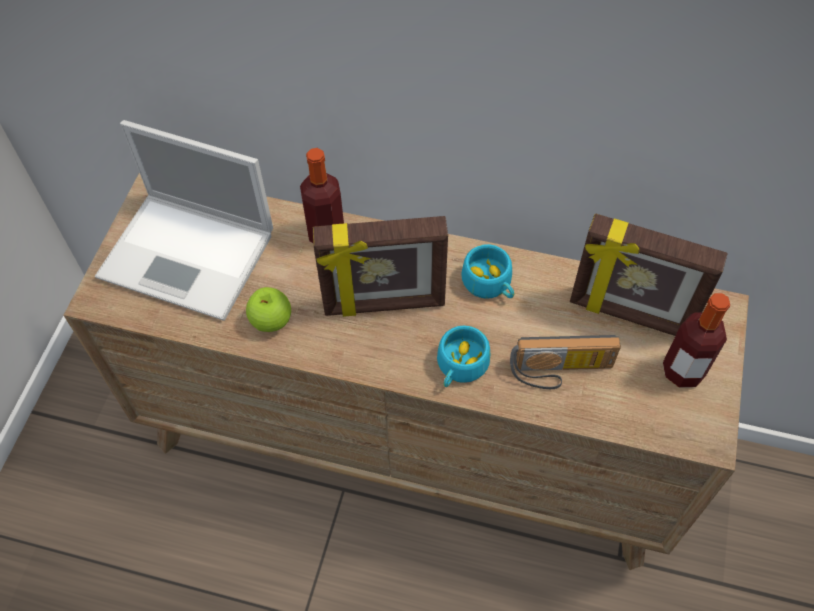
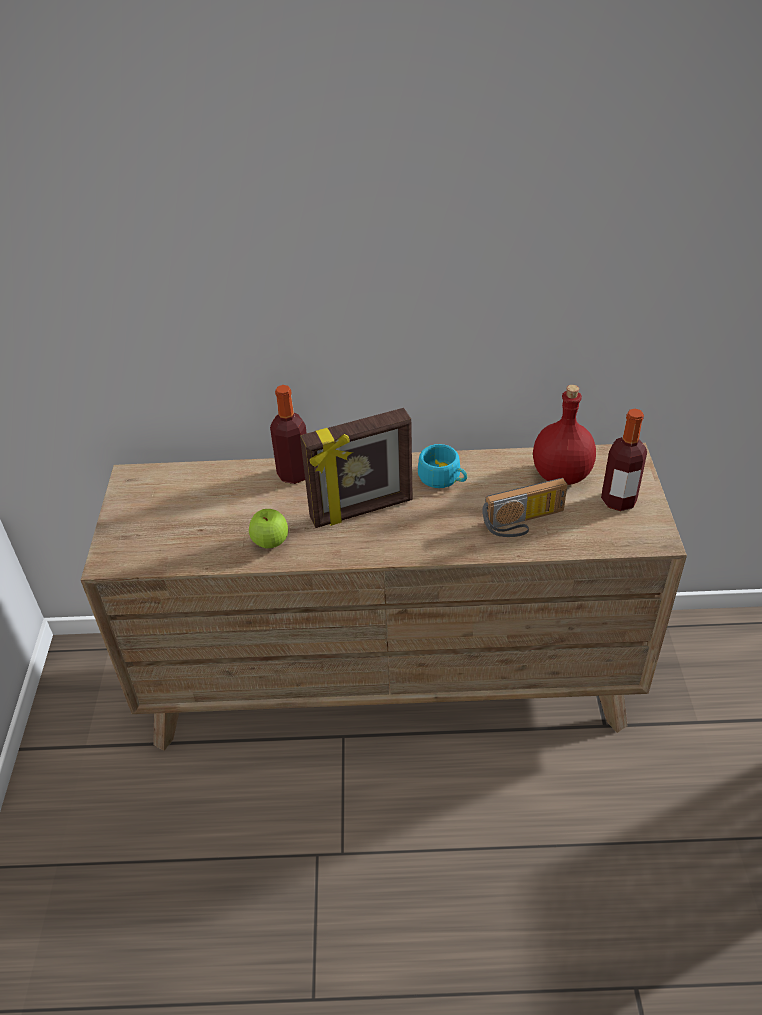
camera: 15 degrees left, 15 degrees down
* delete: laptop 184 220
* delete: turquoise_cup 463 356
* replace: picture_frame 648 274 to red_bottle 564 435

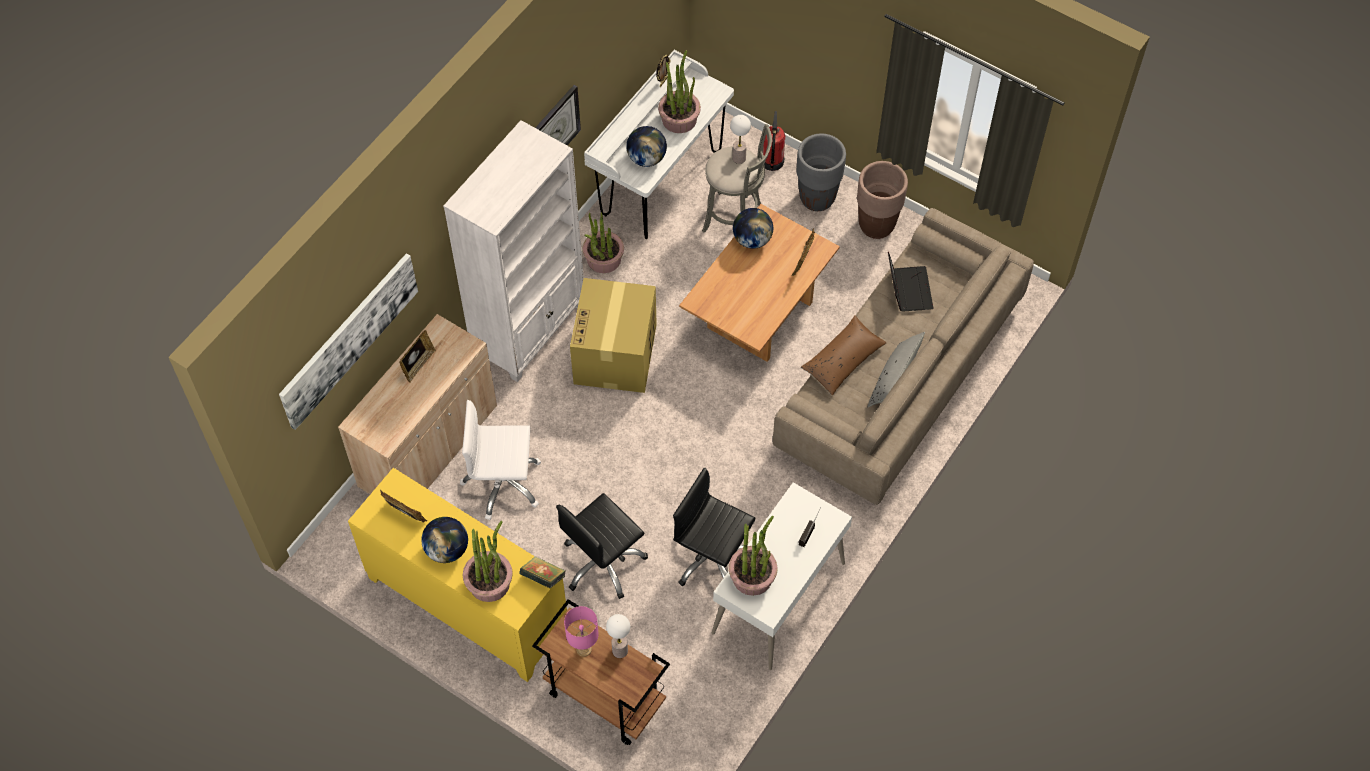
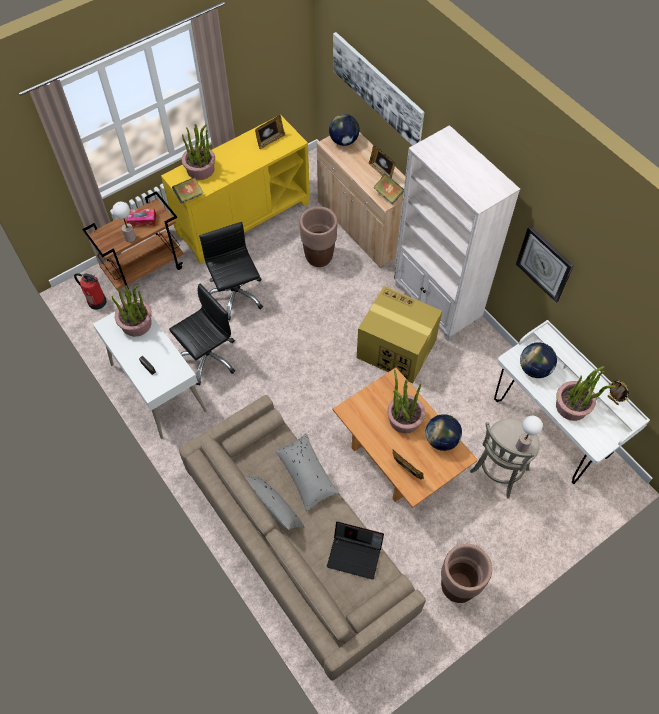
camera: 110 degrees right, 0 degrees up
* move: globe 444 540 to 344 130
* replace: white_office_chair 500 460 to brown_planter 318 236
* replace: pink_table_lamp 581 631 to tissue_box 141 218
* move: potted_plant 603 242 to 406 401
* move: fire_extinguisher 774 141 to 90 291
* delete: grey_planter 821 172
* recolor: brown_pillow 843 355 to grey_pillow 307 472
* insert: book 388 189

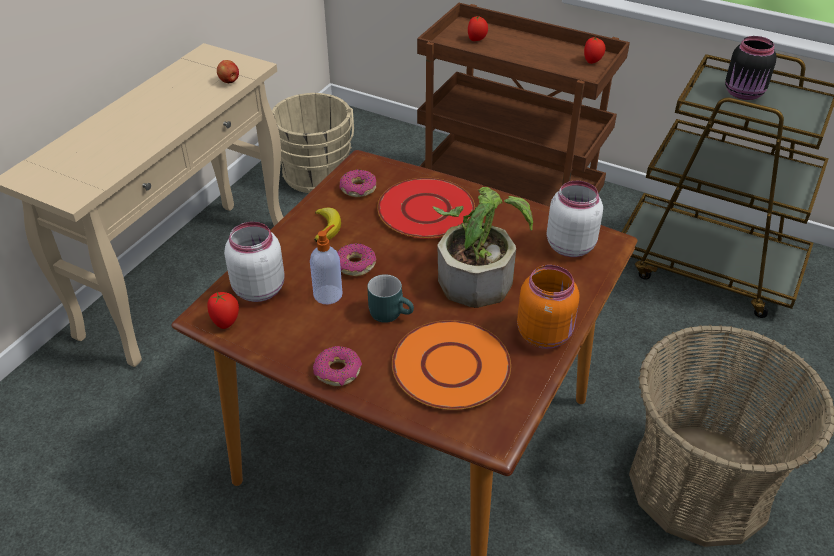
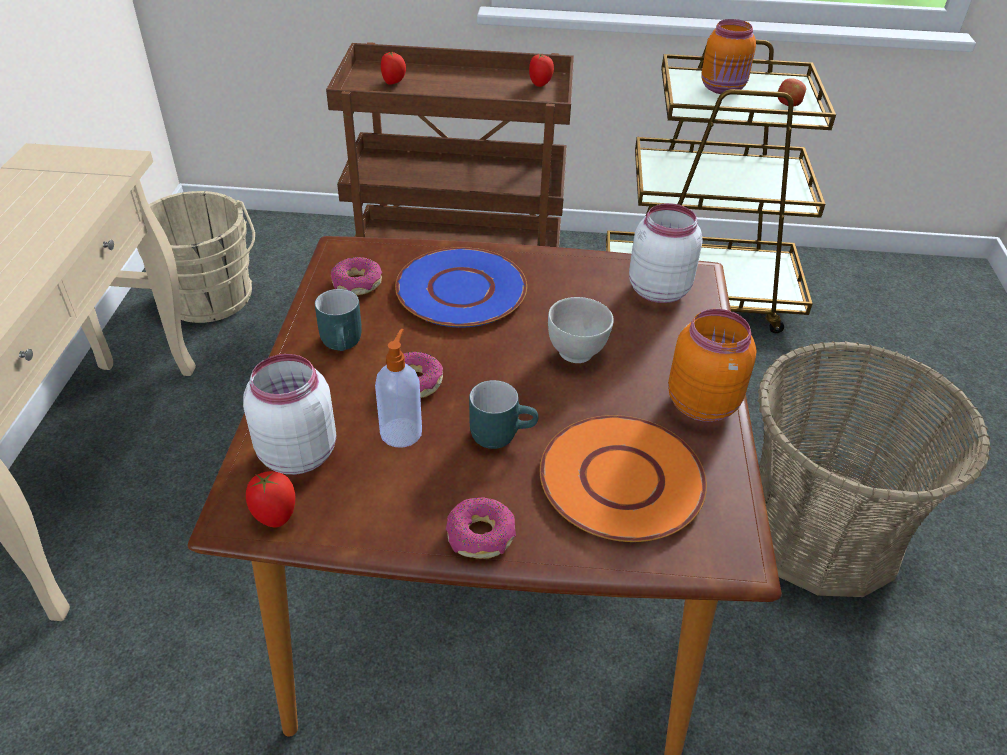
camera: 25 degrees left, 0 degrees up
* move: apple 228 71 to 792 92
* replace: banana 327 224 to turquoise_mug 338 320
* recolor: red_plate 426 208 to blue_plate 461 287
* replace: potted_plant 483 247 to white_bowl 581 330
* recolor: black_jar 751 68 to orange_jar 728 56

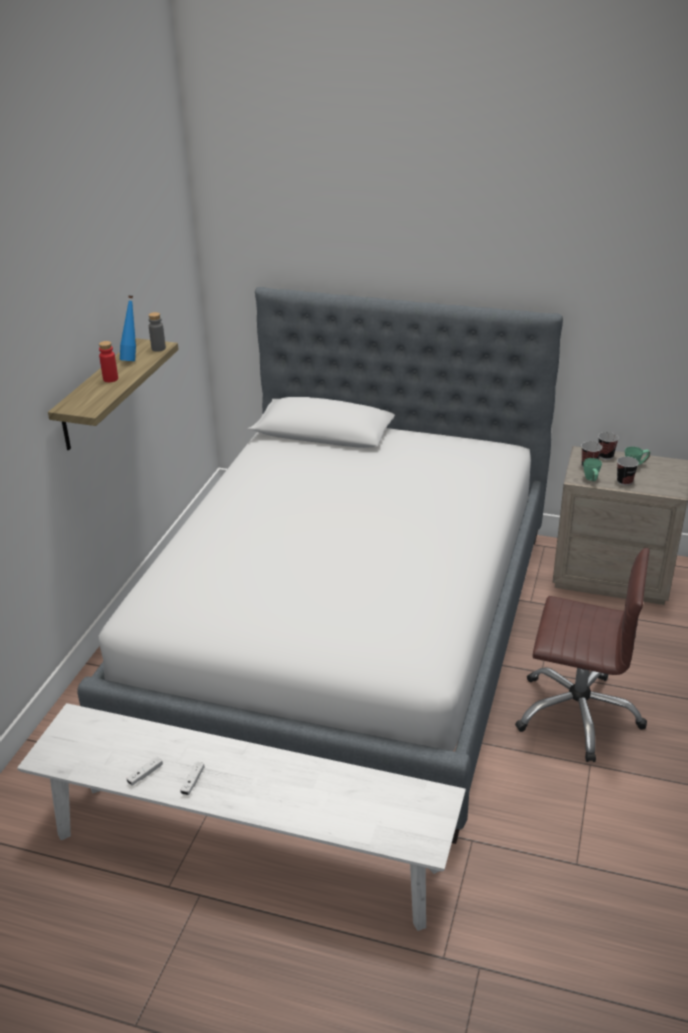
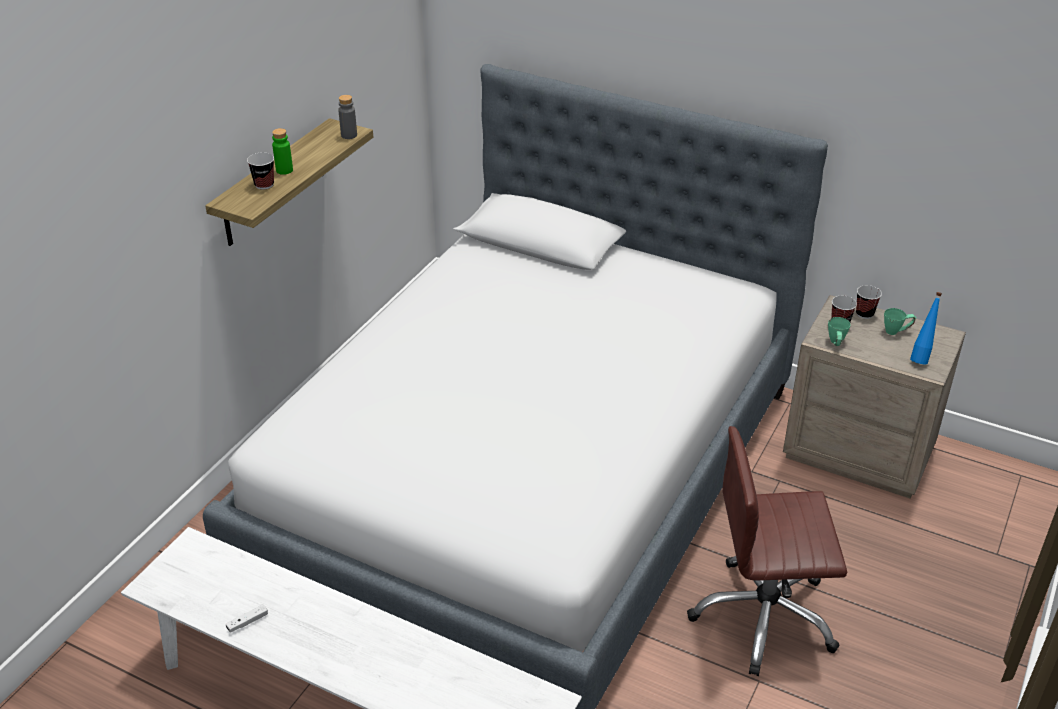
camera: 10 degrees right, 5 degrees up
* recolor: red_bottle 108 361 to green_bottle 282 151
* move: blue_bottle 128 328 to 926 328
* delete: white_game_controller 192 778
* rotate: brown_office_chair 582 655 = 767 551 150 degrees clockwise
* move: cup 628 471 to 260 171

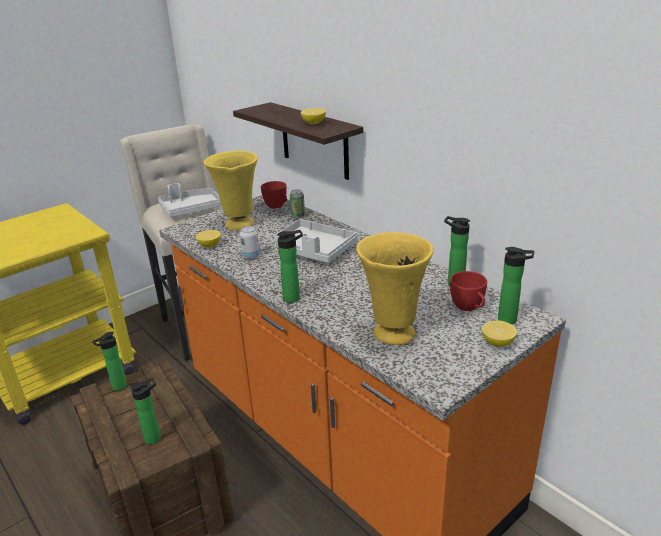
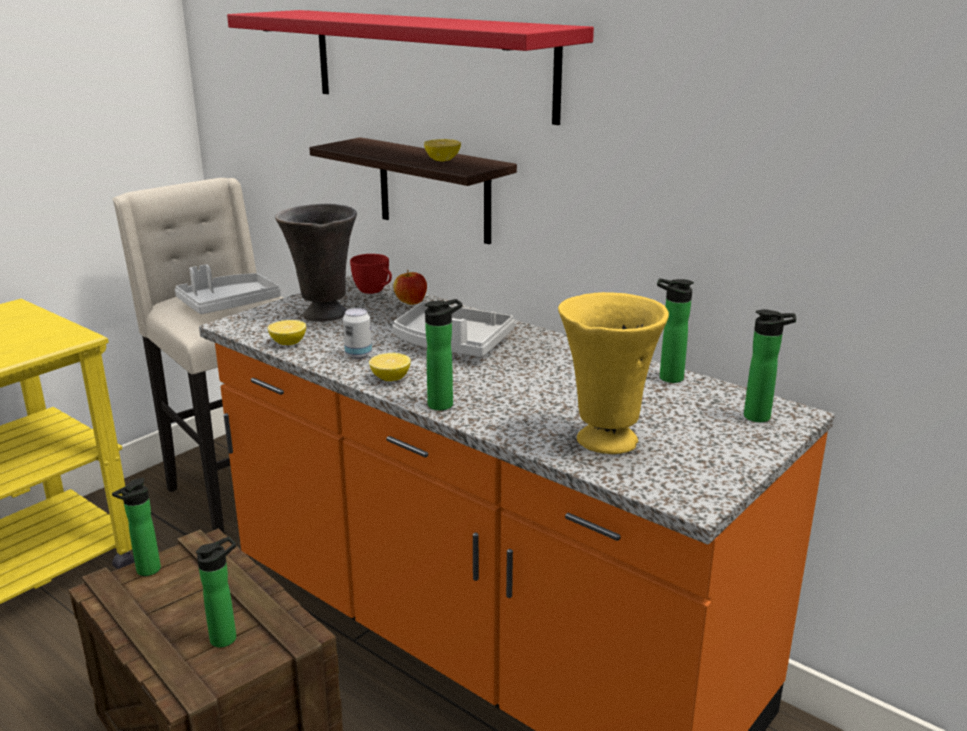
camera: 10 degrees left, 5 degrees down
* recolor: yellow_vase 231 190 to grey_vase 316 263
* replace: can 297 204 to apple 410 287
* delete: red_cup 468 291
* move: lemon 499 333 to 390 367
* insert: red_shelf 410 67

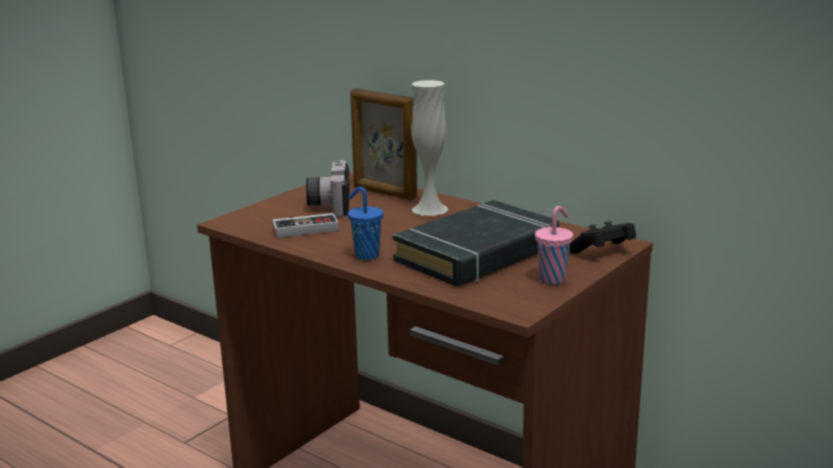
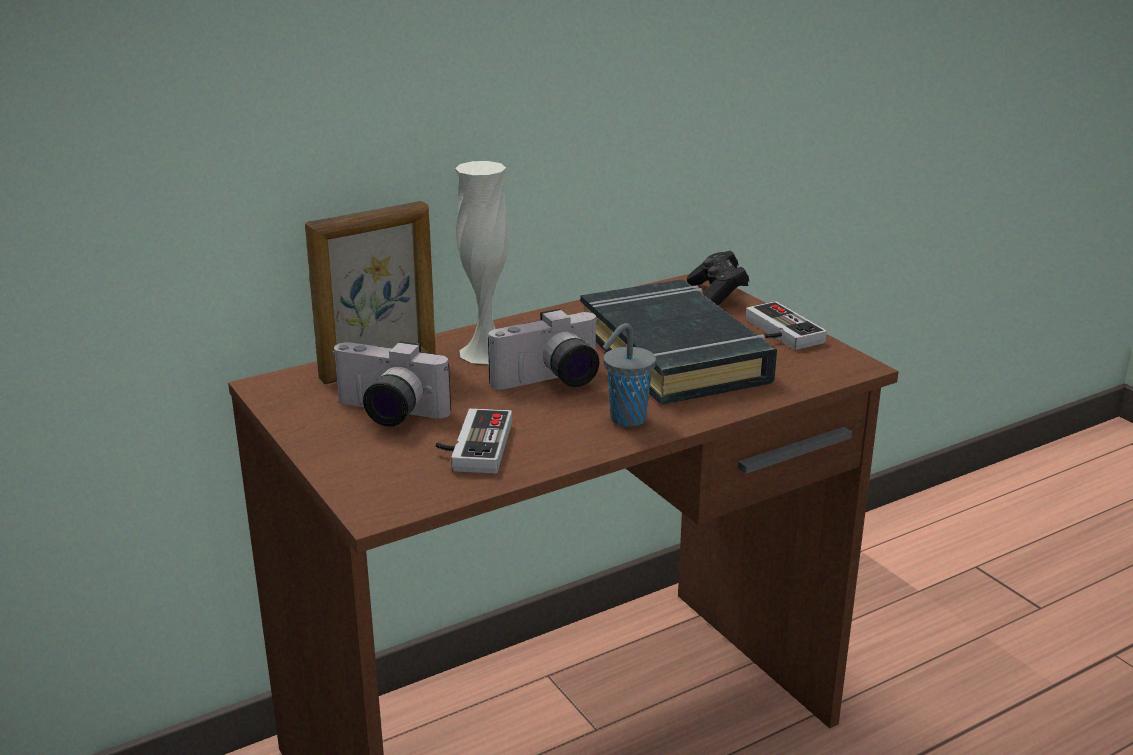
camera: 70 degrees left, 5 degrees up
* recolor: blue_cup 365 223 to grey_cup 629 375
* replace: pink_cup 554 245 to game_controller 786 325
* insert: photo_camera 544 349

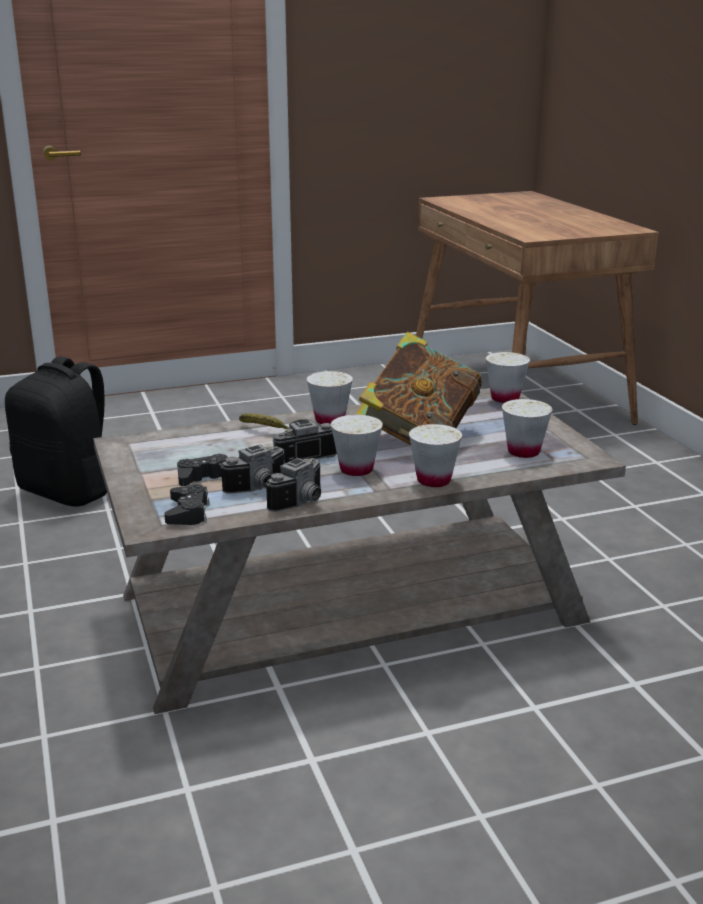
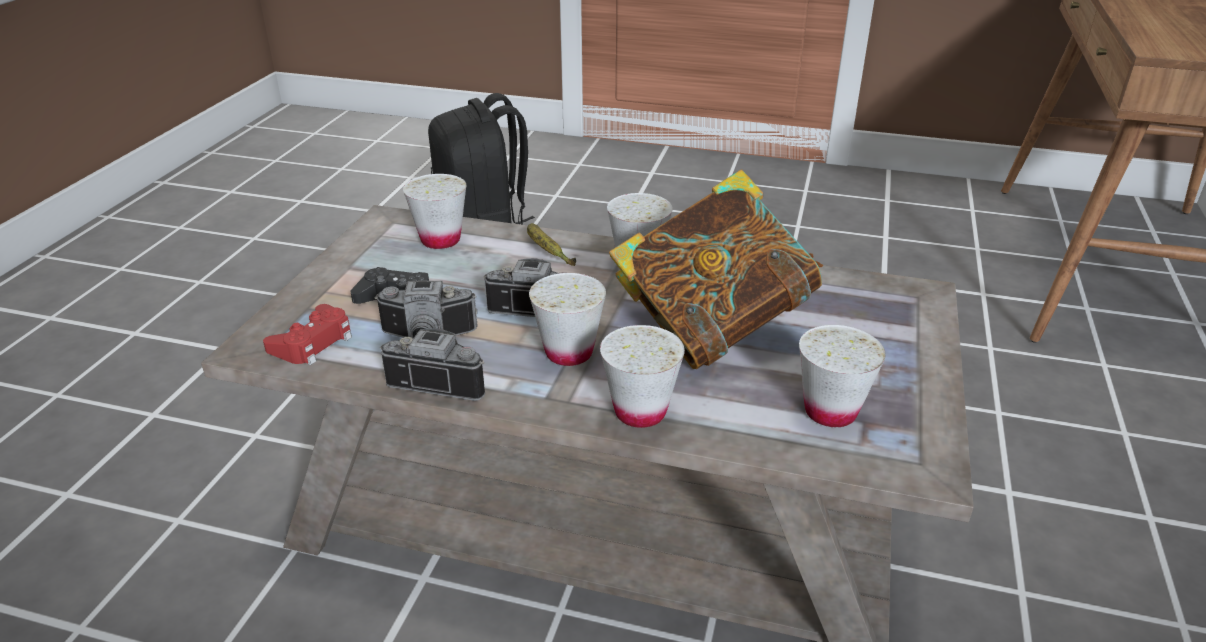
camera: 35 degrees right, 10 degrees up
* recolor: black_game_controller 187 504 to red_game_controller 307 334
* rotate: photo_camera 293 485 = 432 364 150 degrees counterclockwise
* move: white_cup 508 377 to 434 211

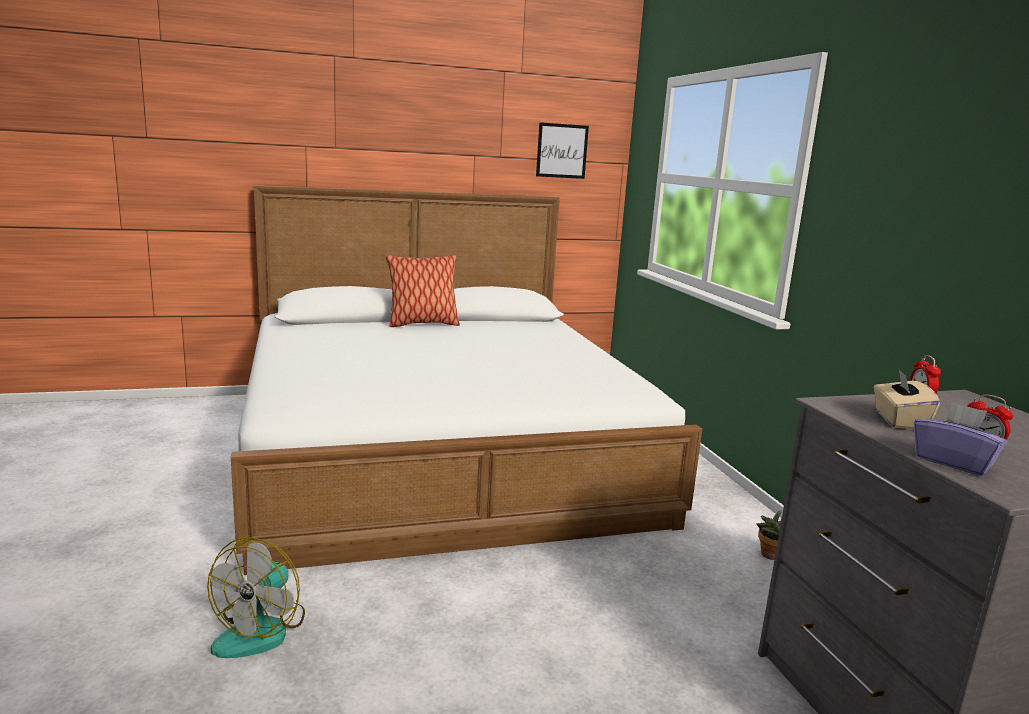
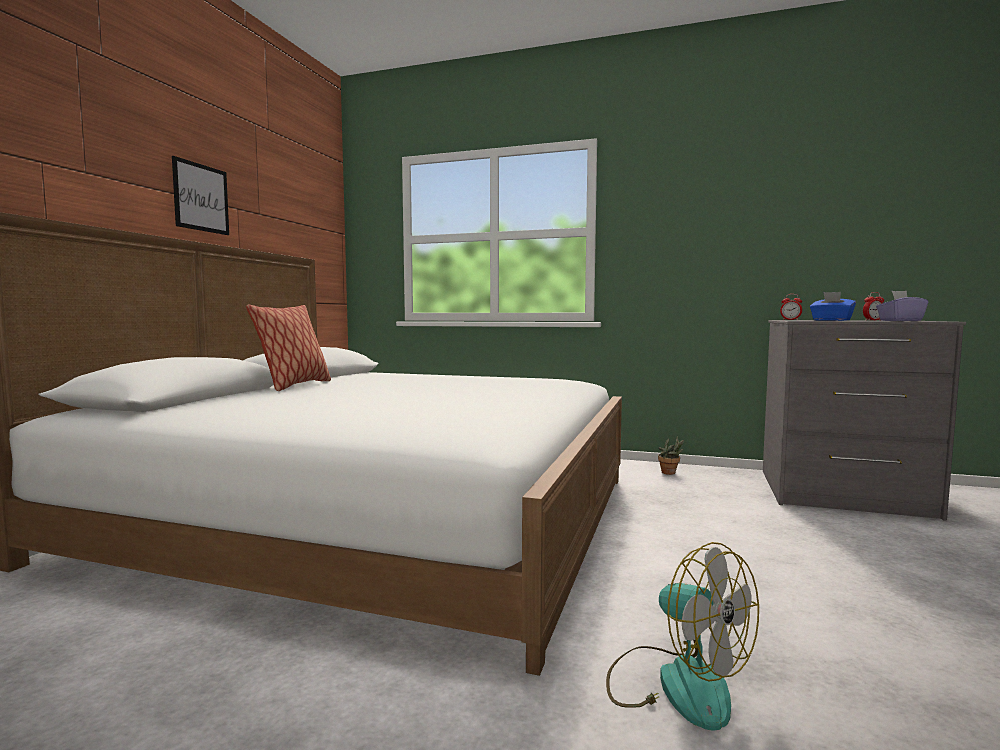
camera: 55 degrees left, 10 degrees down
* move: picture 562 150 to 200 195
* recolor: beige_tissue_box 907 399 to blue_tissue_box 833 306

